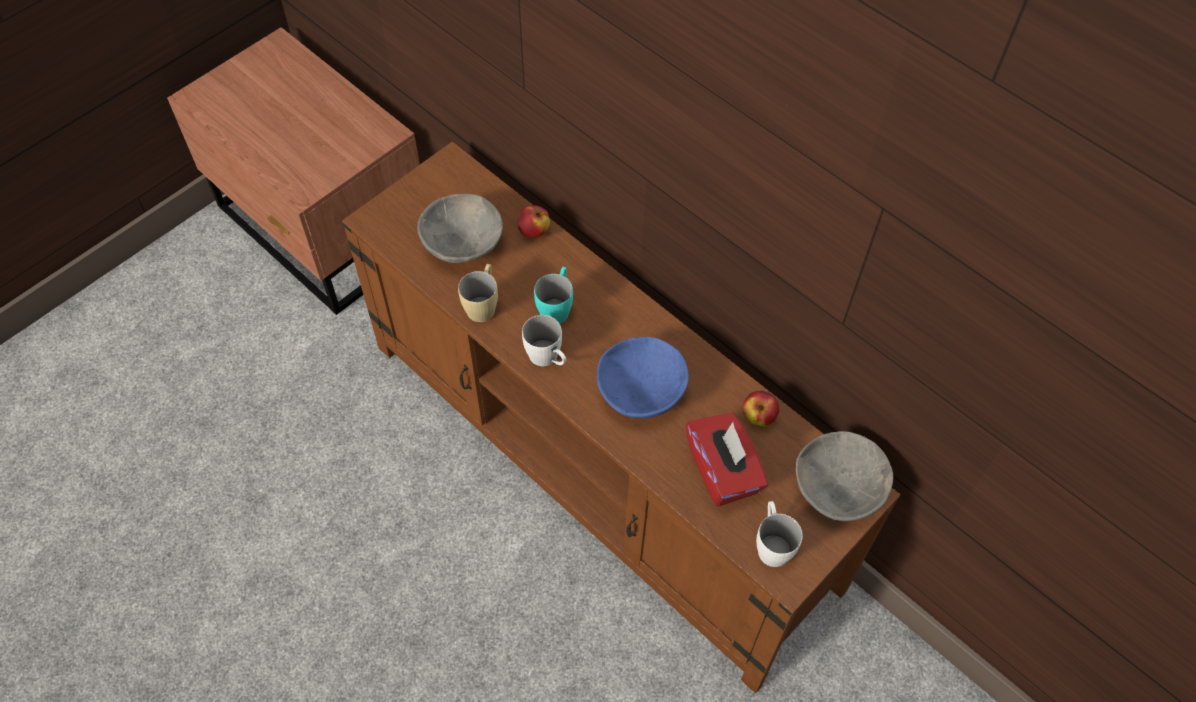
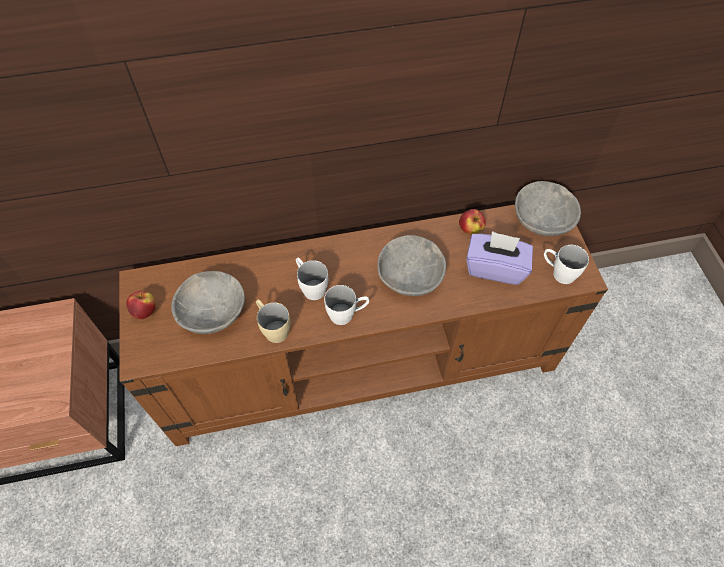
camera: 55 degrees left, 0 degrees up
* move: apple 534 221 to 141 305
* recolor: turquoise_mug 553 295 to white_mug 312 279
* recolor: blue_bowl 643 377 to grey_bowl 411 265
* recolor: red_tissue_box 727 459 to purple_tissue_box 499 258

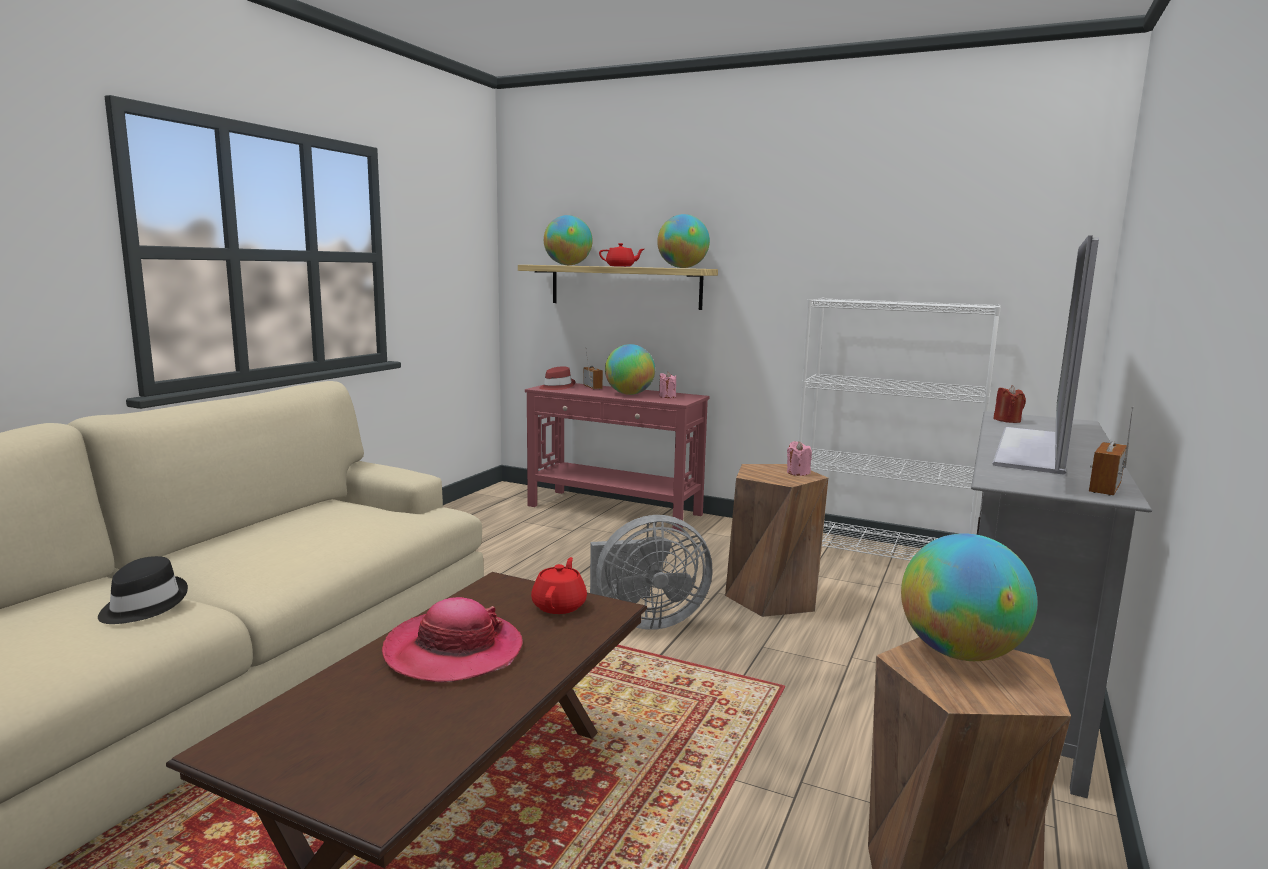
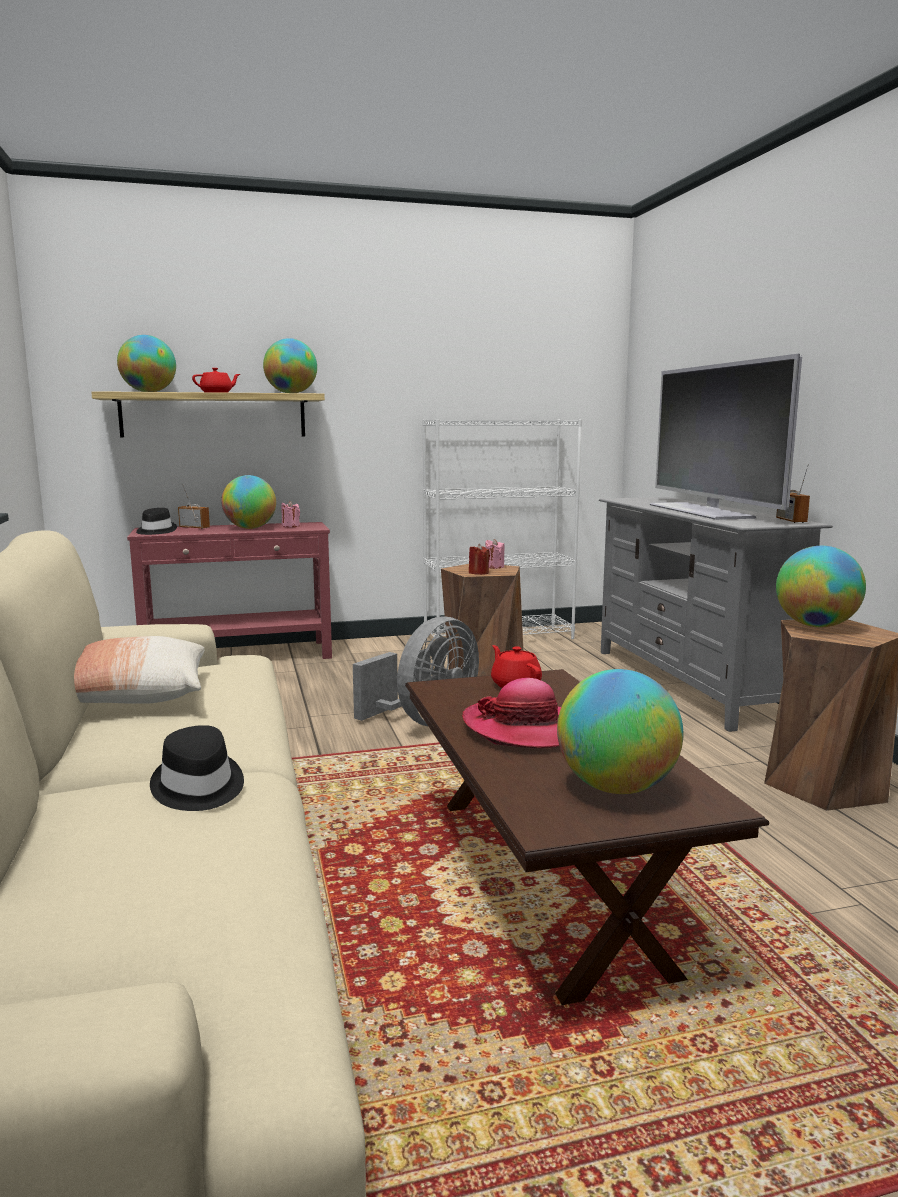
camera: 40 degrees left, 0 degrees up
* recolor: red_hat 557 378 to black_hat 156 521
* move: red_candle 1009 404 to 479 559
* insert: pillow 139 670
* insert: globe 620 731

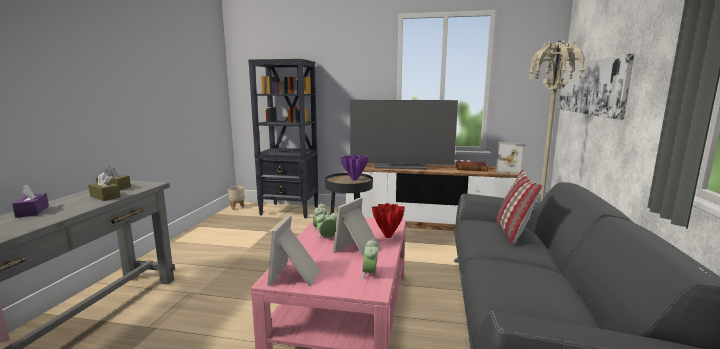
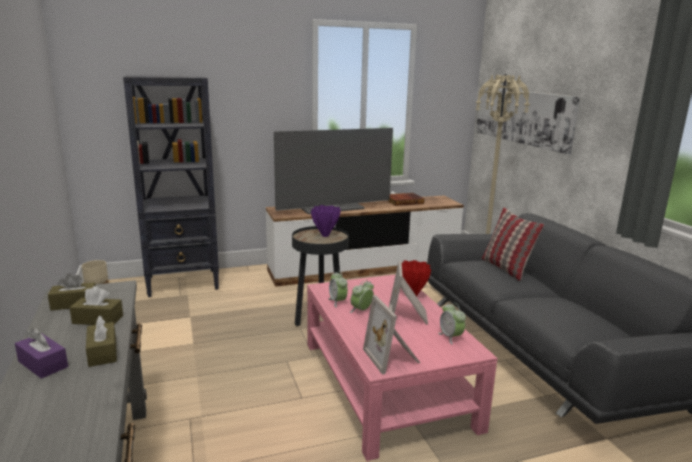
camera: 30 degrees left, 5 degrees up
* delete: picture_frame 510 158
* insert: brown_tissue_box 101 341

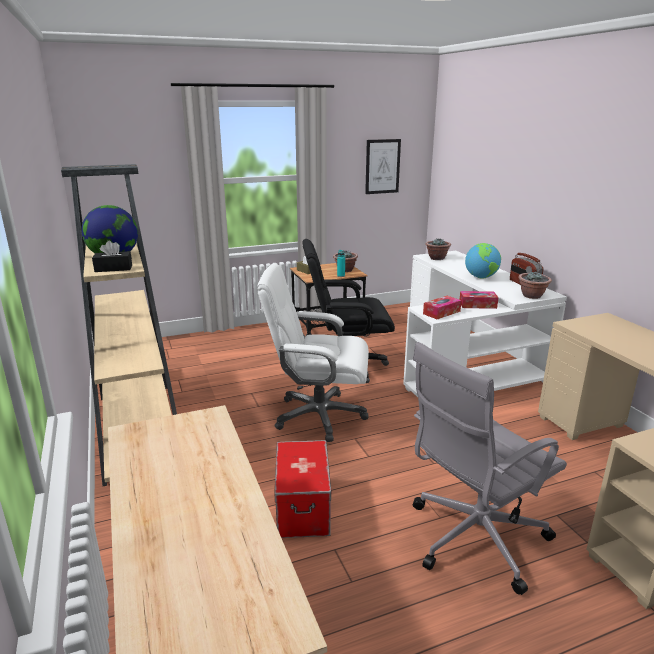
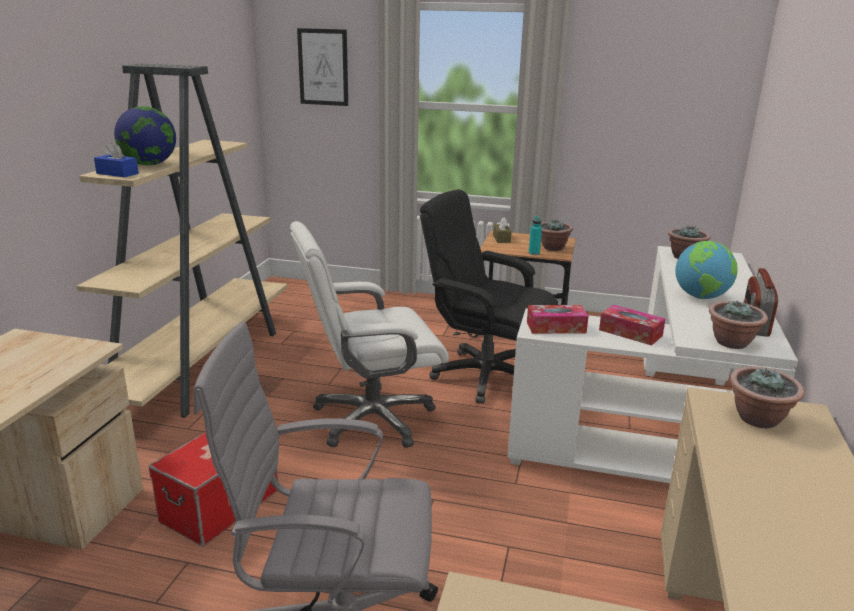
camera: 35 degrees right, 0 degrees up
* recolor: black_tissue_box 112 256 to blue_tissue_box 116 159
* rotate: white_office_chair 313 352 = 369 334 60 degrees counterclockwise
* move: picture 383 166 to 322 67
* insert: potted_plant 767 397

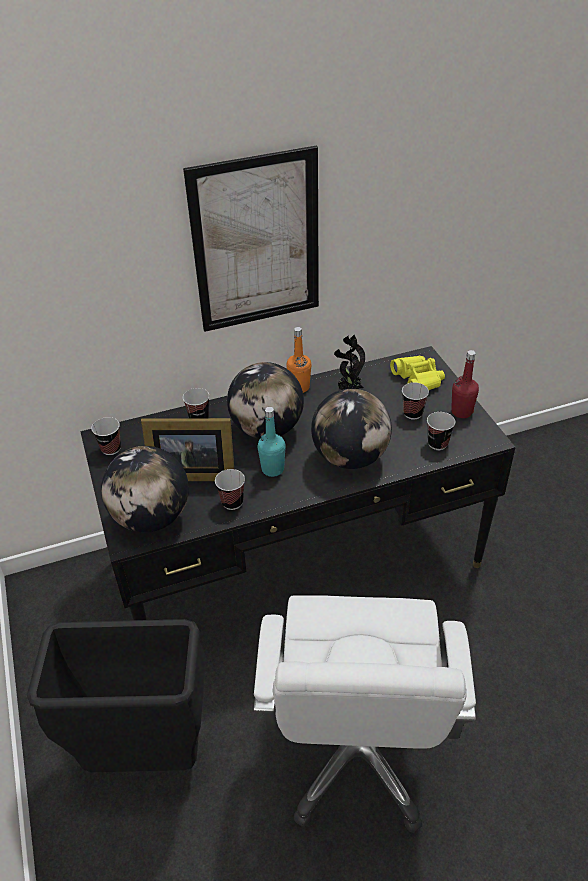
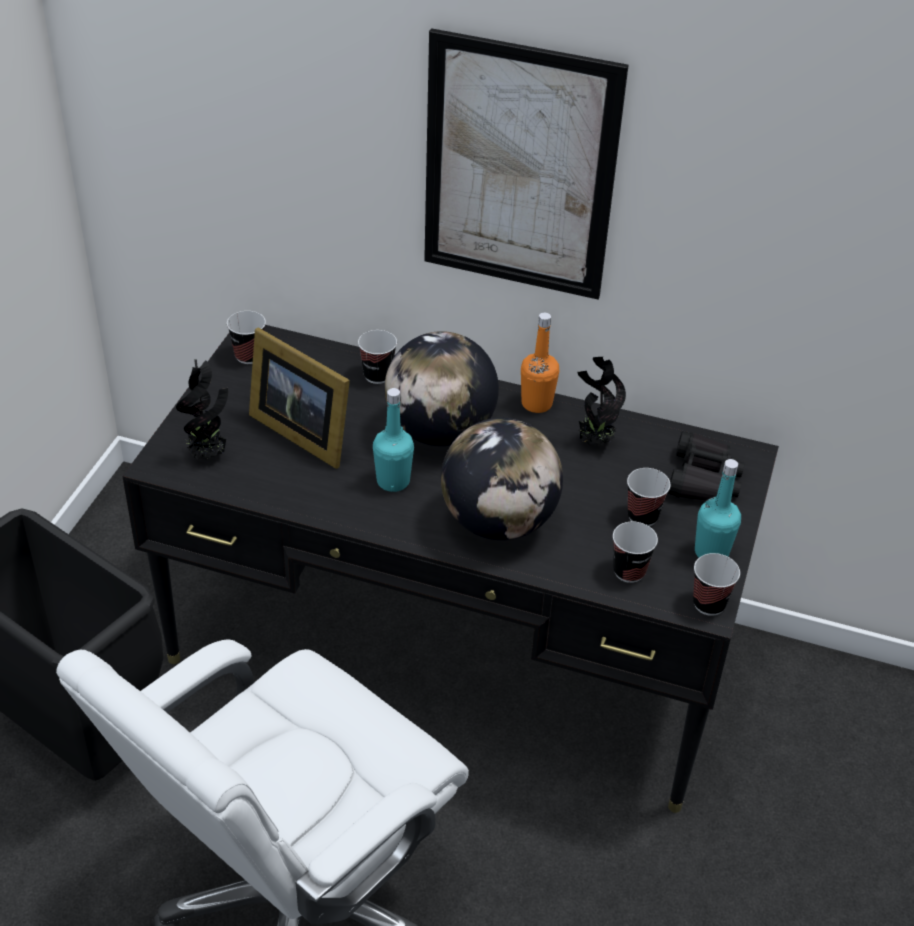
camera: 35 degrees right, 0 degrees up
* replace: globe 145 489 to potted_plant 202 409
* move: cup 230 489 to 716 584
* recolor: yellow_binoculars 417 373 to black_binoculars 706 466
* recolor: red_bottle 465 384 to turquoise_bottle 718 508

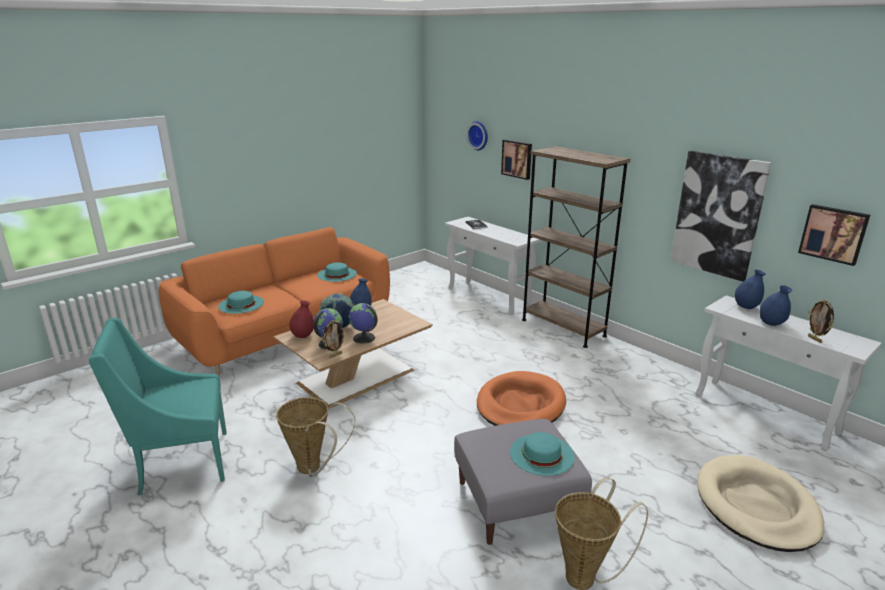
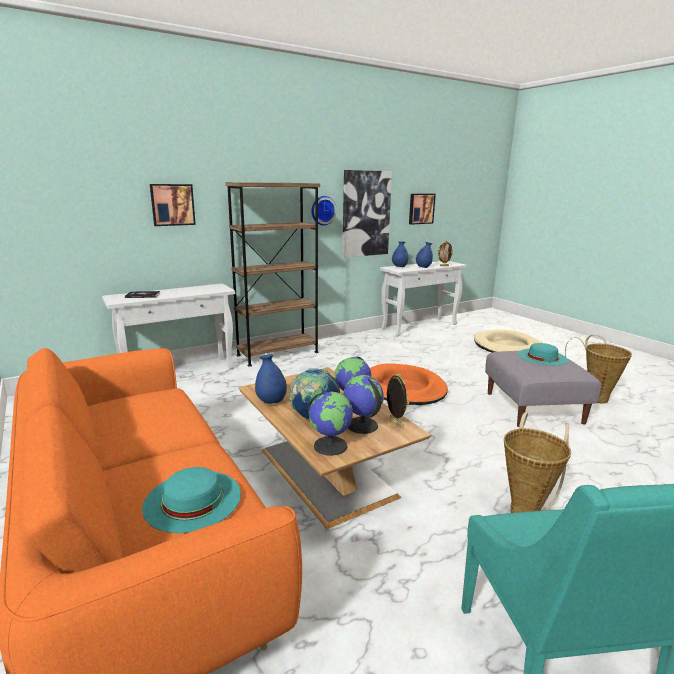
camera: 80 degrees left, 5 degrees down
* replace: red_vase 301 319 to globe 330 424
* delete: turquoise_hat 337 272
* move: wall_clock 477 135 to 324 210

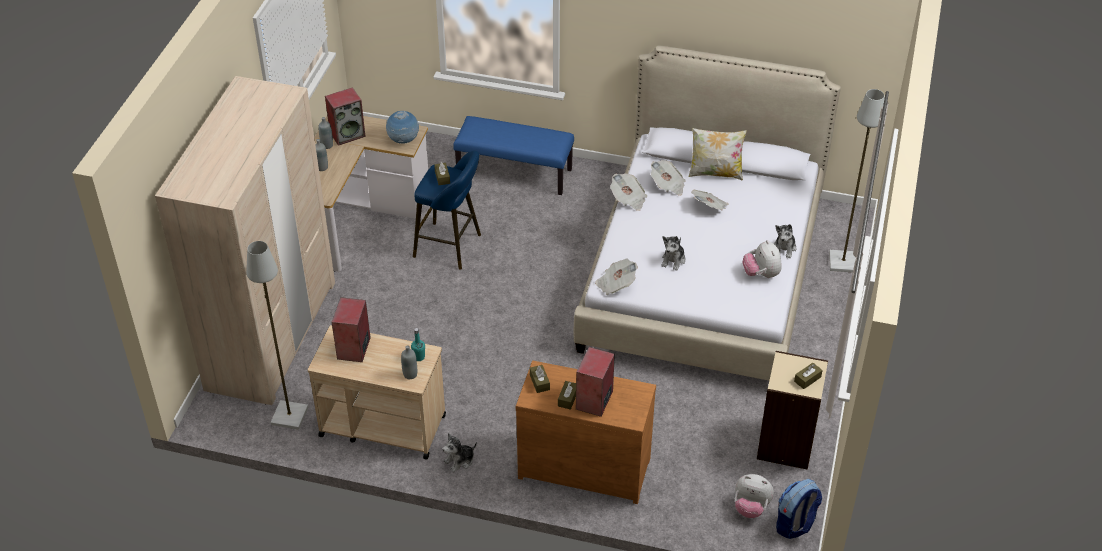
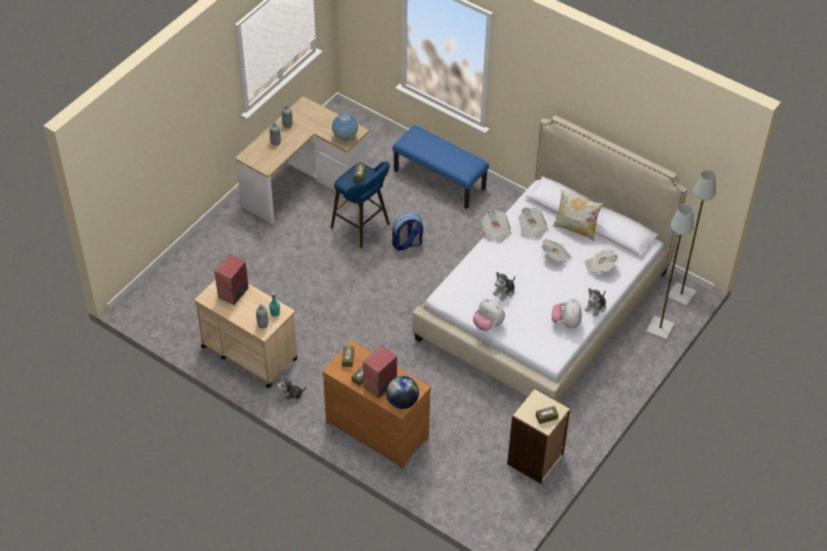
camera: 20 degrees right, 5 degrees up
* delete: beige_wardrobe 245 240
* move: grey_floor_lamp 277 335 to 692 238
* delete: speaker 345 116
* move: newspaper 616 277 to 601 262
* move: plush_toy 754 496 to 489 315
* move: backpack 799 509 to 407 232
* insert: globe 402 392

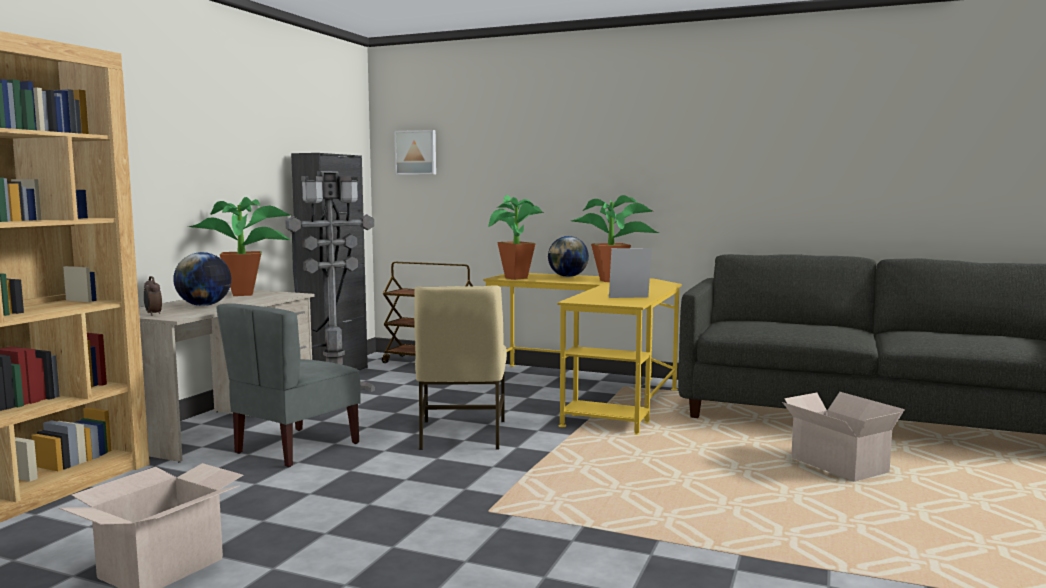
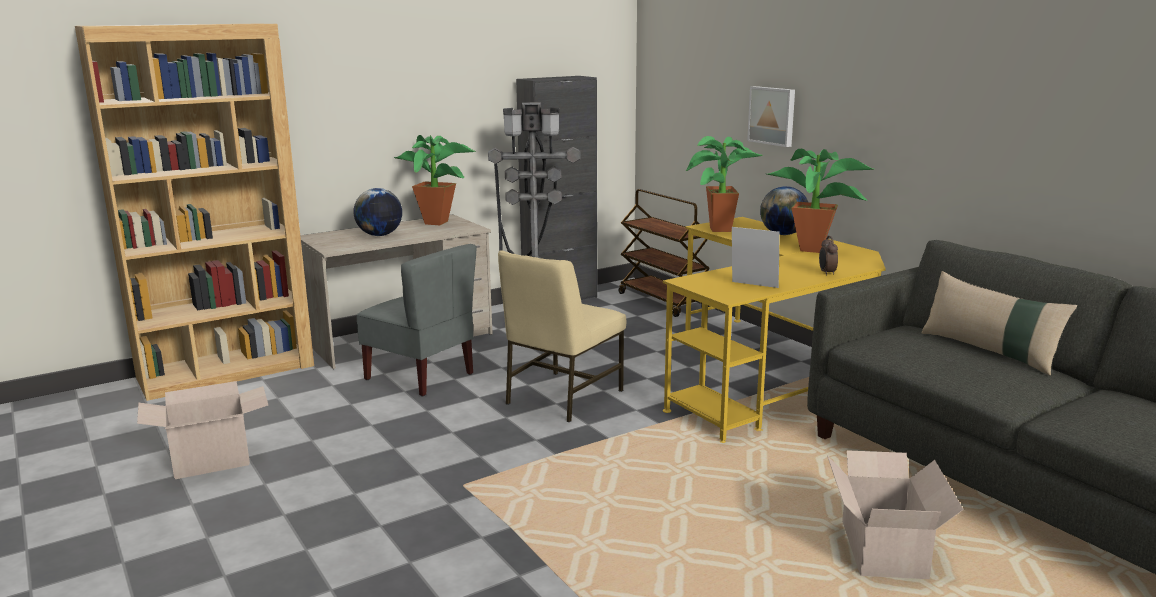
camera: 35 degrees right, 10 degrees up
* move: alarm_clock 153 296 to 828 256
* rotate: grey_chair 288 385 = 416 320 120 degrees counterclockwise
* move: picture 415 152 to 771 116
* insert: beige_pillow 999 323

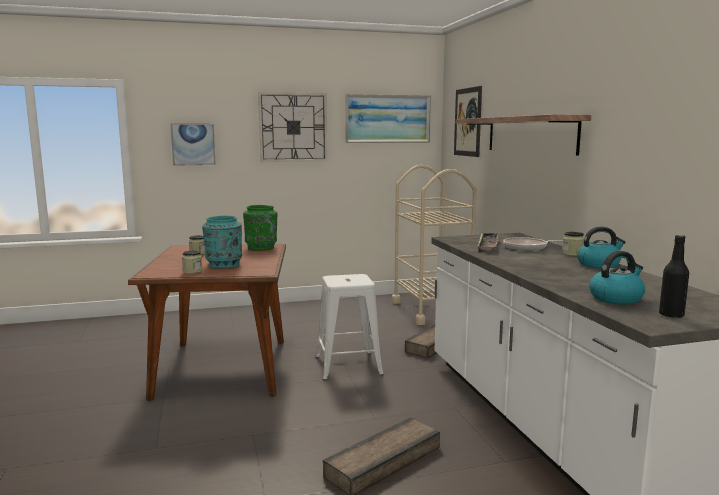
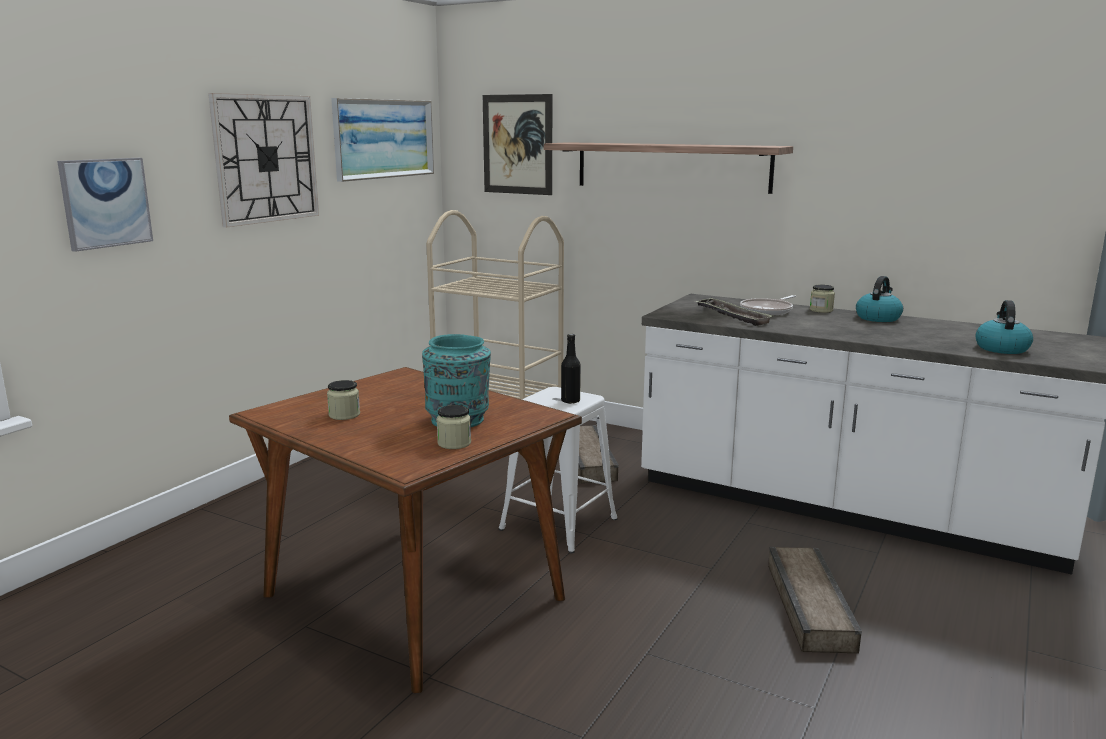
camera: 45 degrees left, 5 degrees up
* delete: green_vase 260 228
* move: black_bottle 674 276 to 571 369

